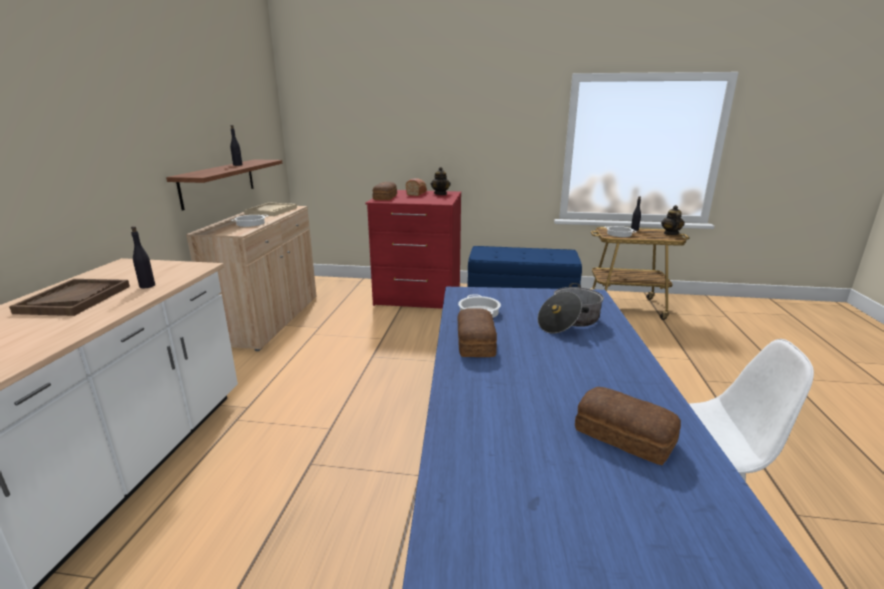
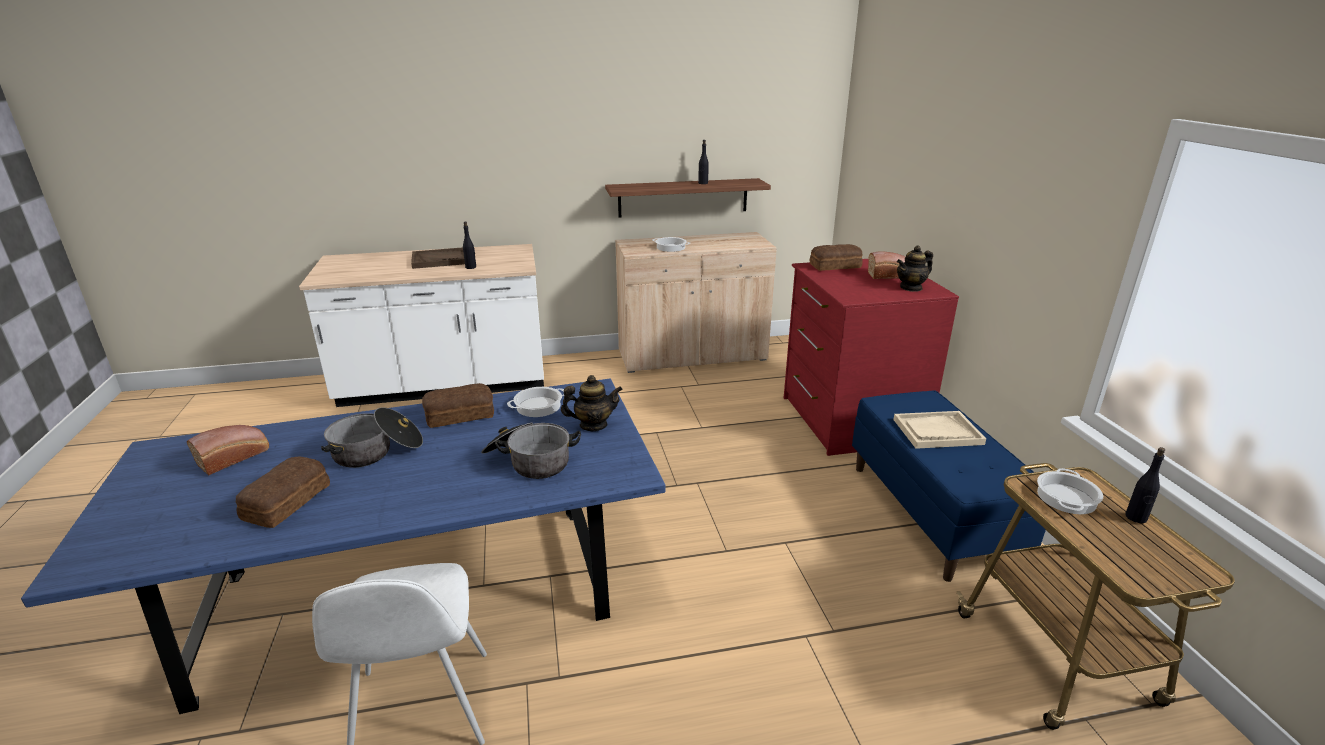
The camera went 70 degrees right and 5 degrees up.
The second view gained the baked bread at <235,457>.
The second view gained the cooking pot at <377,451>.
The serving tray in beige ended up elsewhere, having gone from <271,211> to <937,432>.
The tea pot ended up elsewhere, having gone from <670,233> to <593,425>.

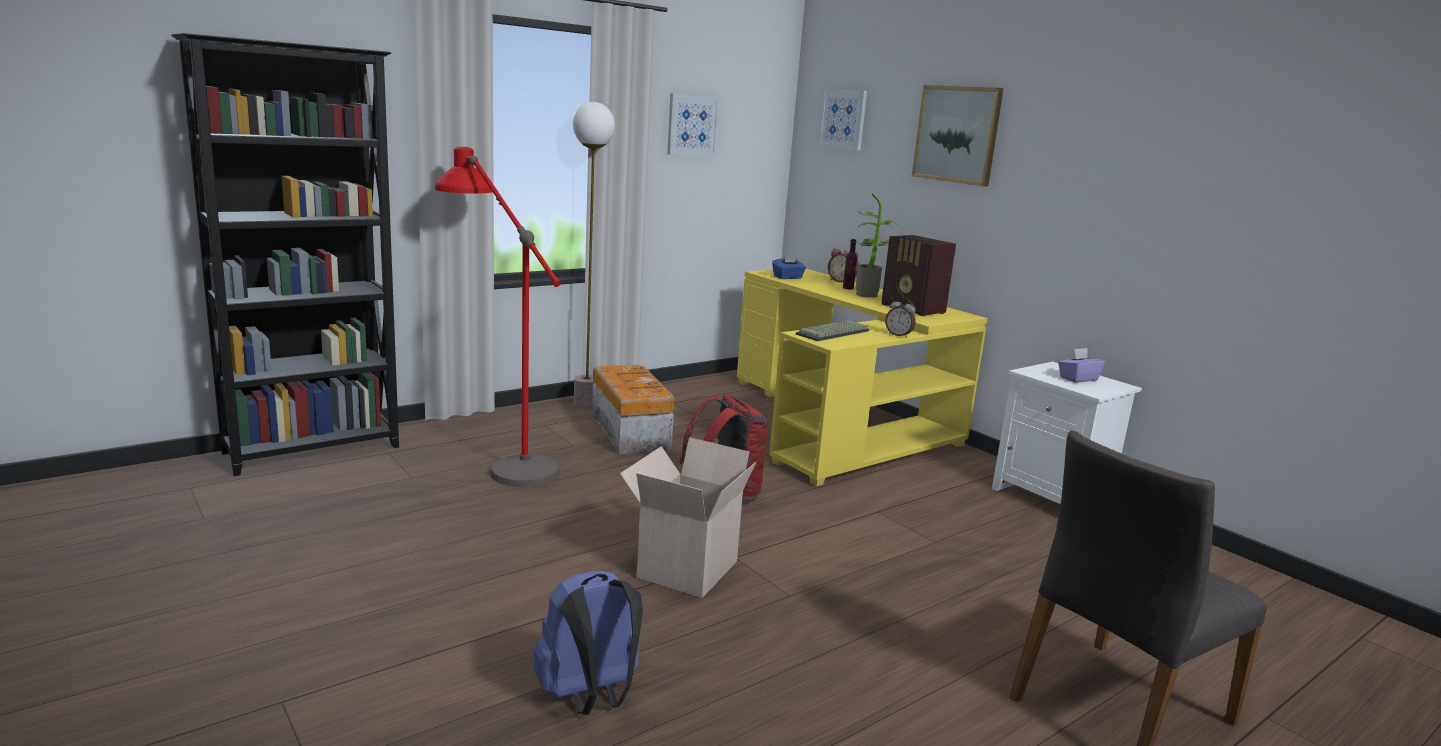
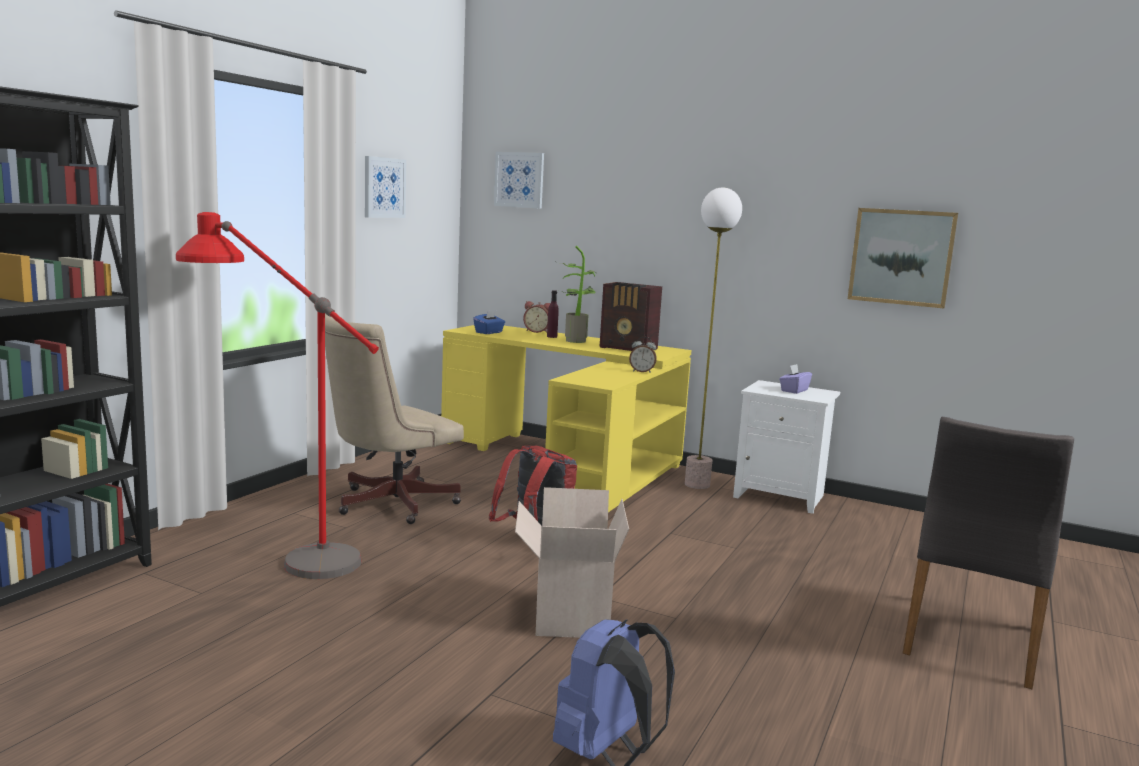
The camera went 25 degrees left and 5 degrees down.
The second view lost the keyboard at <833,333>.
The floor lamp ended up elsewhere, having gone from <586,404> to <697,484>.
The wall art ended up elsewhere, having gone from <957,134> to <901,257>.
Where the storage container stood at <630,432>, the office chair in beige came to stand at <388,504>.

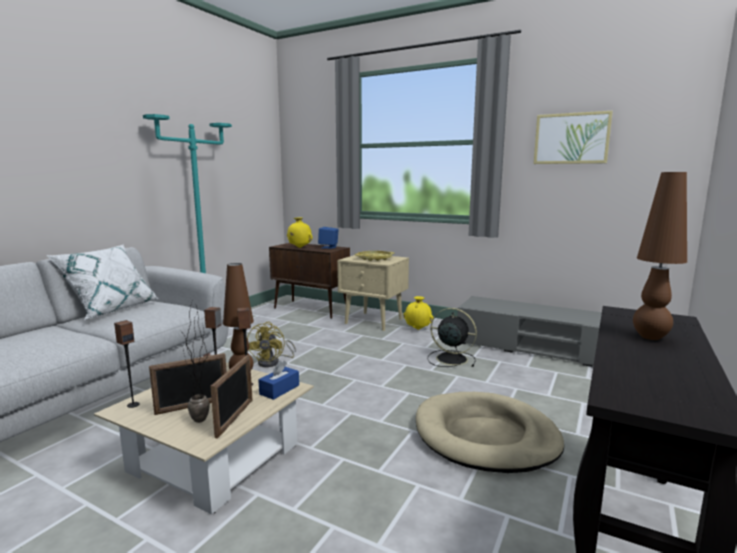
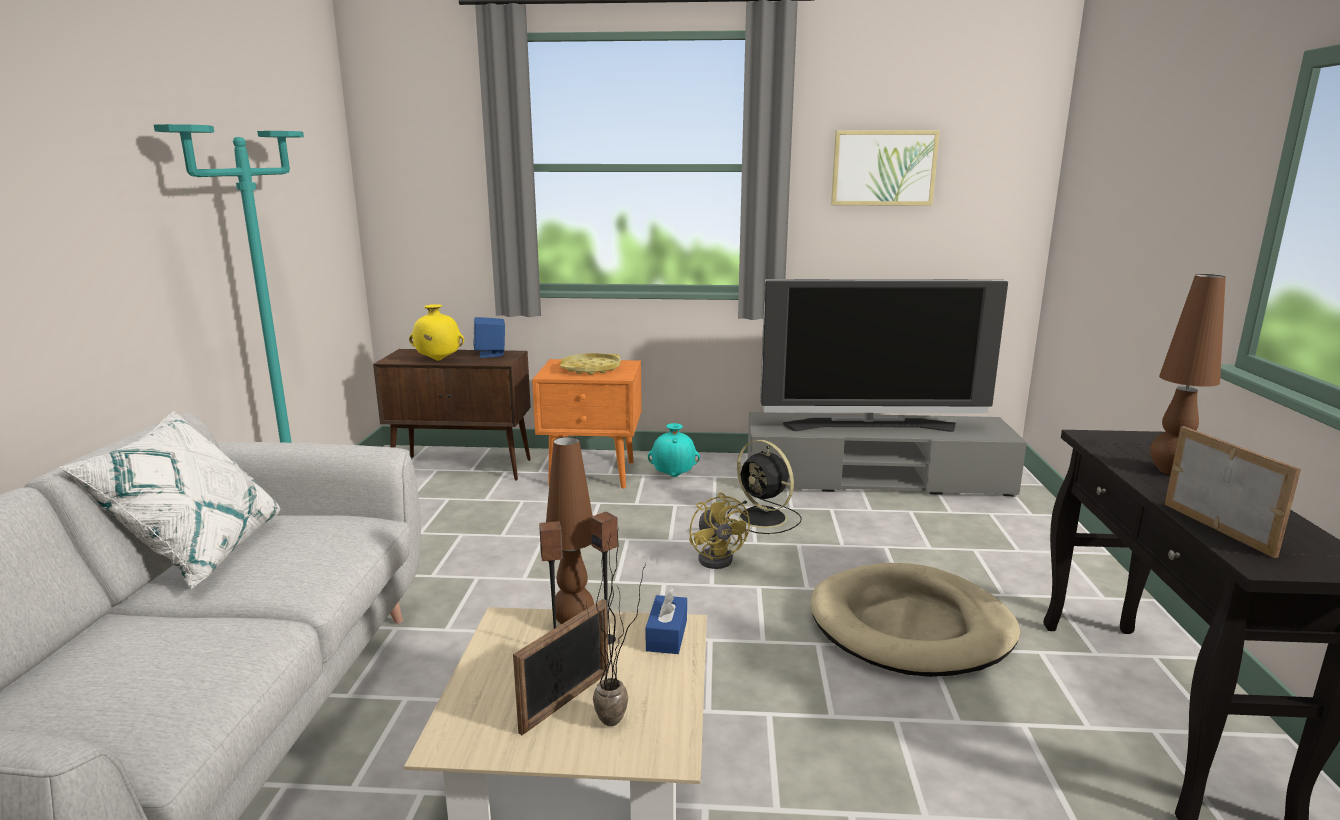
The camera went 25 degrees left and 5 degrees up.
The second view lost the speaker at <133,404>.
The second view gained the television at <870,426>.
The photo frame ended up elsewhere, having gone from <235,418> to <1218,529>.
The electric fan in yellow-coloured ended up elsewhere, having gone from <273,362> to <719,557>.
What was the bedside table in beige at <374,321> turned into the bedside table in orange-coloured at <593,474>.
What was the vase in yellow-coloured at <418,329> turned into the vase in turquoise-coloured at <674,476>.
The electric fan in blackish at <450,359> ended up facing another way, 135 degrees counterclockwise from before.

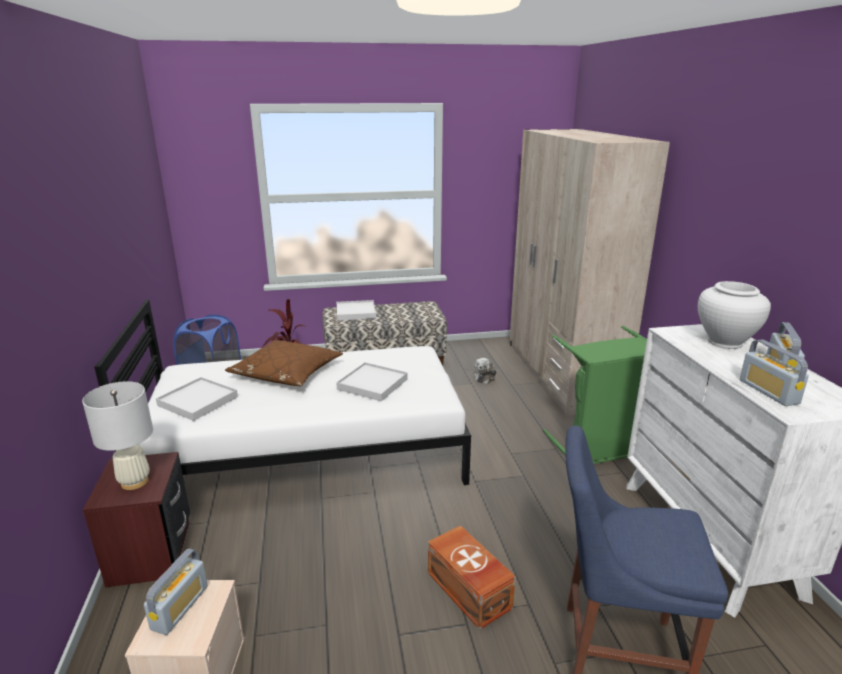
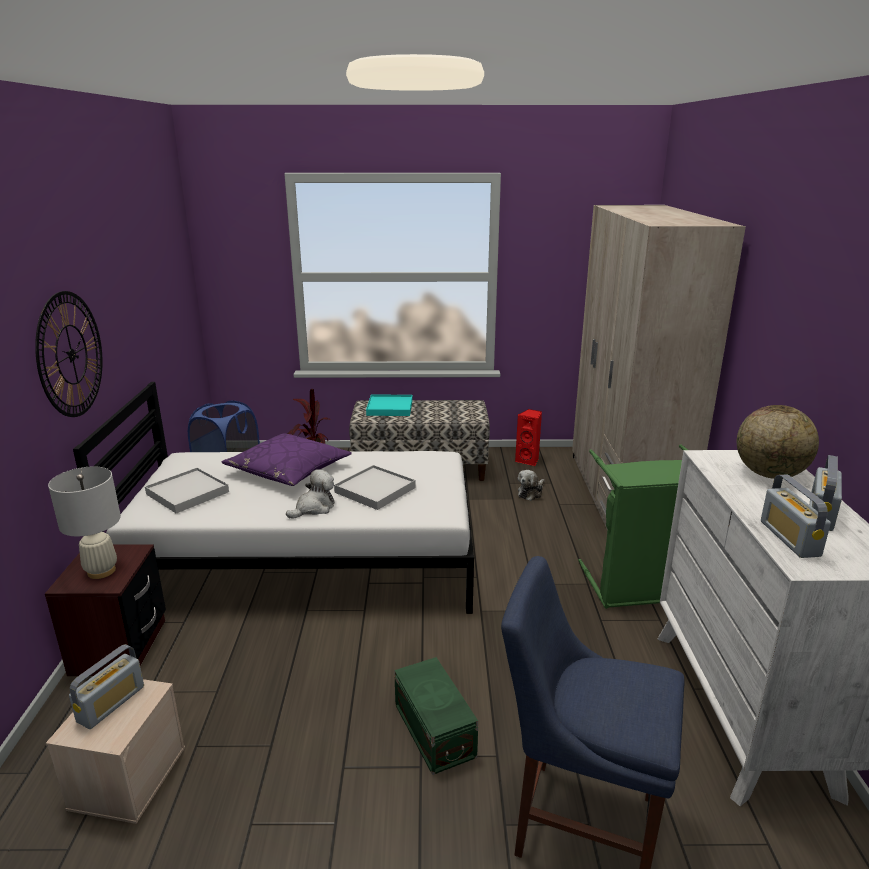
The camera went 10 degrees right and 0 degrees up.
The second view gained the hanging clock at <71,354>.
The second view gained the plush toy at <314,508>.
The second view gained the speaker in reddish at <528,460>.
Where the vase in white-coloured stood at <725,342>, the world globe came to stand at <769,474>.
What was the pillow in brown-coloured at <287,373> turned into the pillow in purple at <288,470>.
What was the serving tray in white-coloured at <356,312> turned into the serving tray in turquoise-coloured at <390,408>.
What was the storage container in brown-coloured at <468,591> turned into the storage container in greenish at <433,731>.

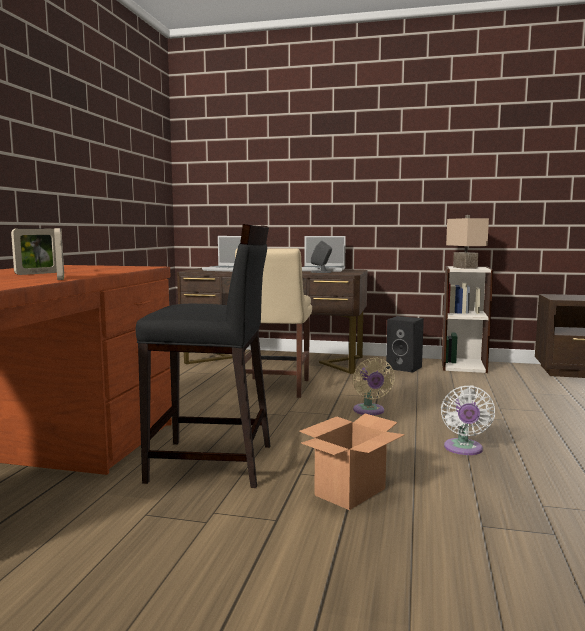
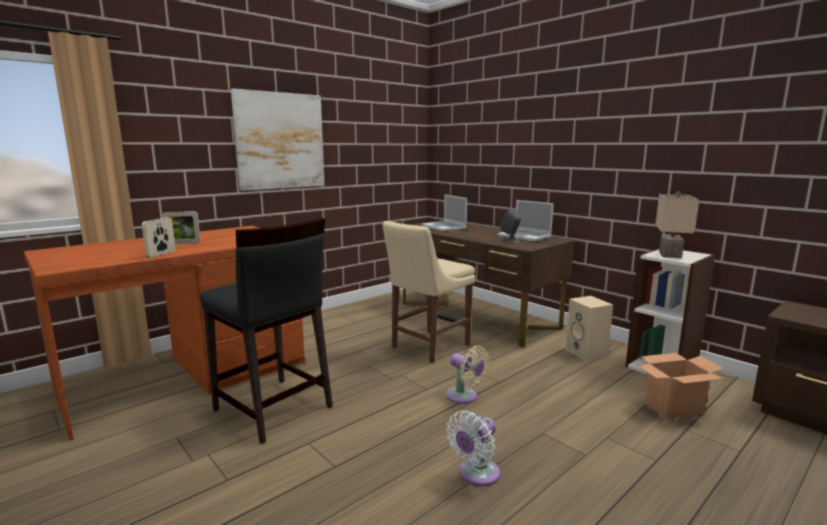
The camera went 35 degrees right and 5 degrees up.
The second view gained the wall art at <280,141>.
The cardboard box ended up elsewhere, having gone from <350,492> to <673,408>.
What was the speaker in blackish at <405,367> turned into the speaker in beige at <587,353>.
The electric fan in beige at <369,411> ended up facing another way, 75 degrees counterclockwise from before.

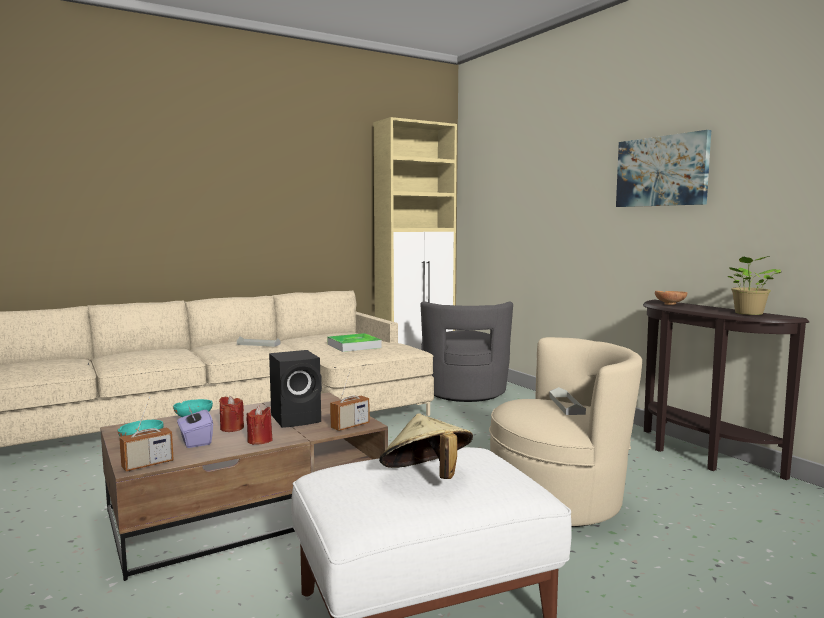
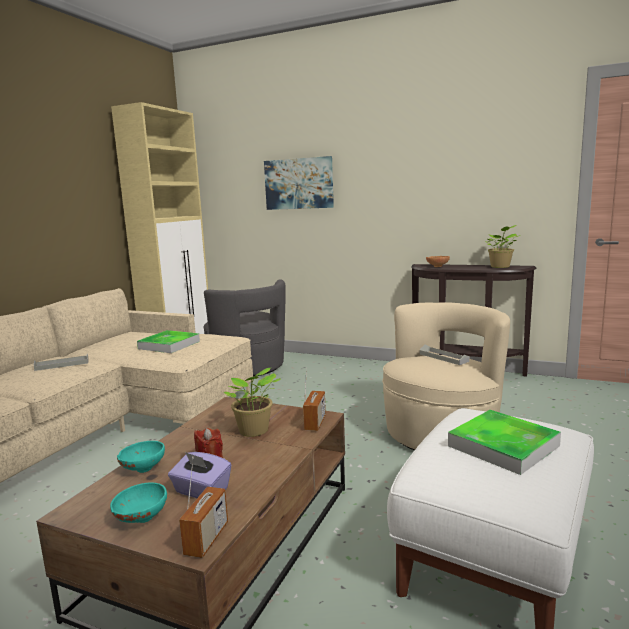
The camera went 35 degrees left and 5 degrees up.
The second view lost the wax candle in reddish at <260,440>.
The wall art ended up elsewhere, having gone from <662,171> to <299,183>.
Where the speaker in blackish stood at <298,419>, the potted plant came to stand at <254,431>.
Where the wearable hat in beige stood at <426,478>, the serving tray came to stand at <503,446>.

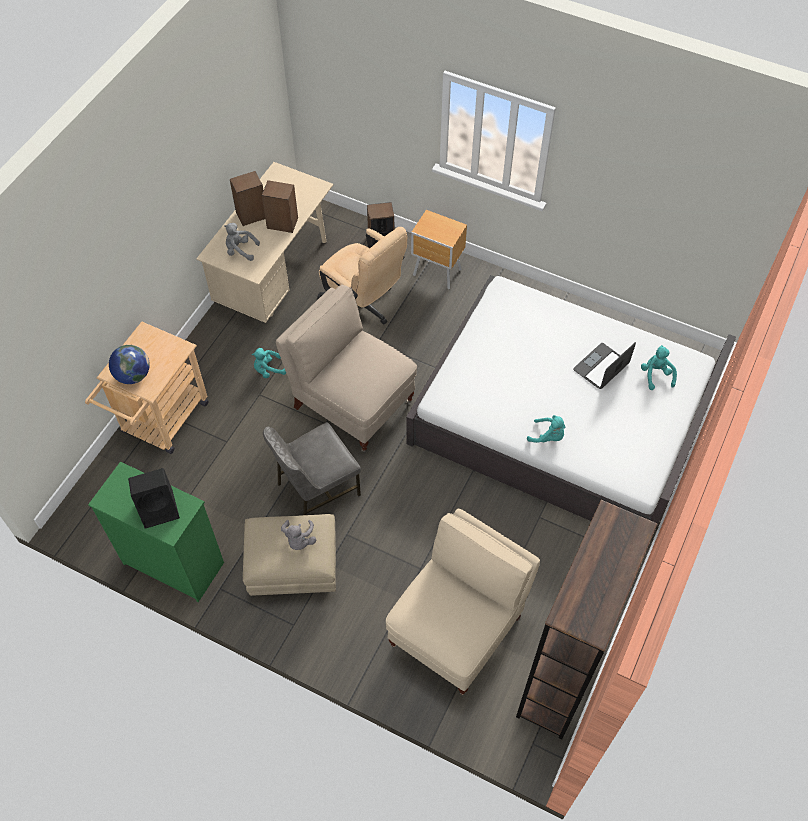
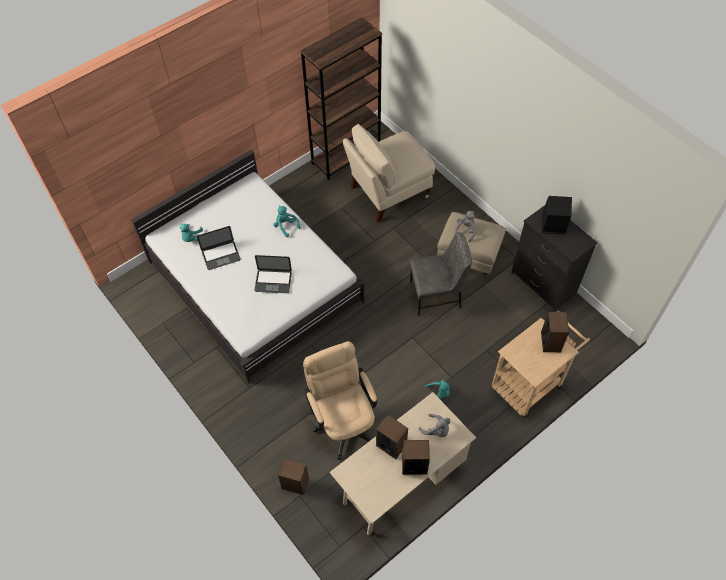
The camera went 155 degrees left and 0 degrees up.
The second view lost the chair in beige at <352,403>.
The second view lost the bedside table in brown-coloured at <438,273>.
The second view gained the laptop at <273,281>.
Where the world globe stood at <133,375>, the speaker came to stand at <551,342>.
What was the chest of drawers in greenish at <173,562> turned into the chest of drawers in blackish at <543,284>.

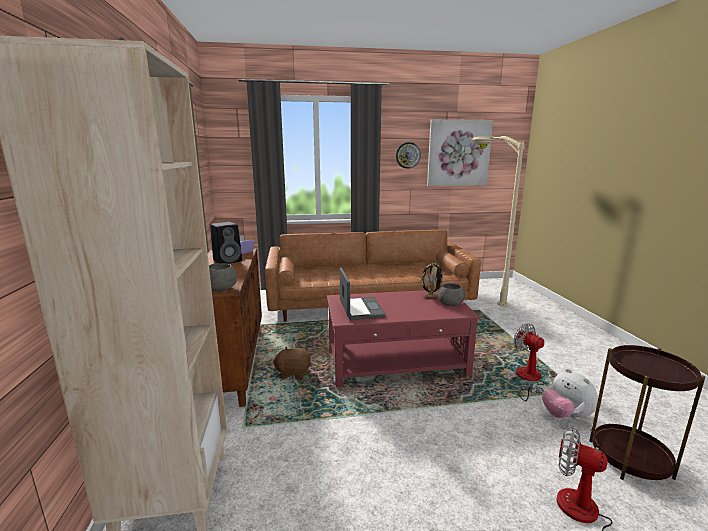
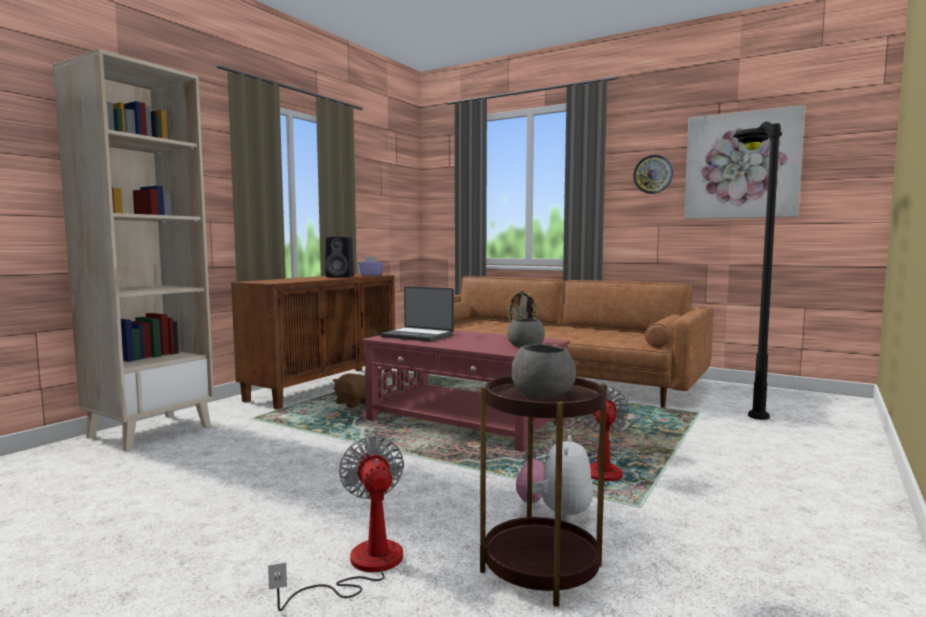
The camera went 40 degrees right and 10 degrees down.
The serving bowl in grey ended up elsewhere, having gone from <220,288> to <541,394>.
What was the floor lamp in beige at <478,294> turned into the floor lamp in blackish at <744,400>.
The laptop at <360,309> ended up facing another way, 90 degrees clockwise from before.

